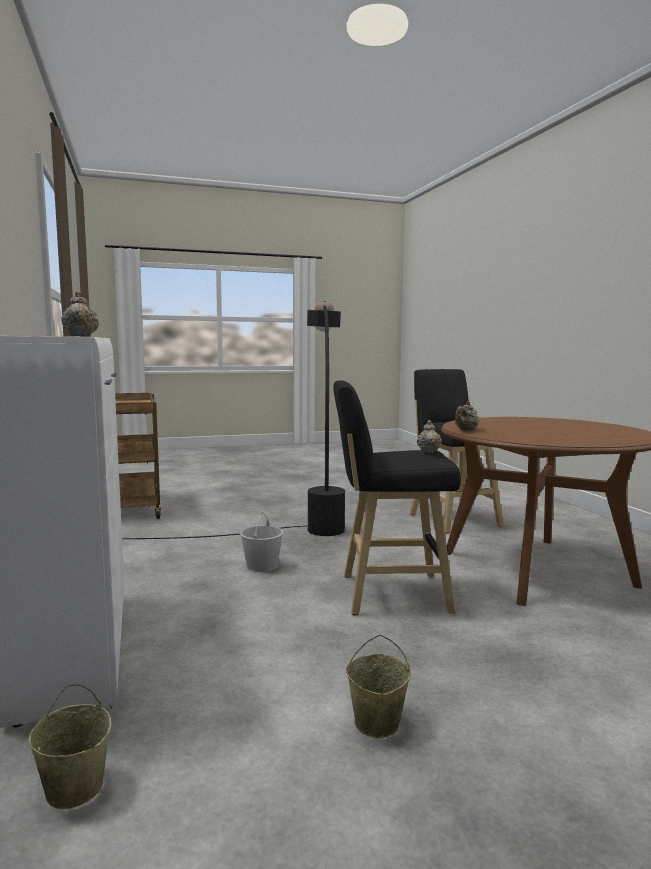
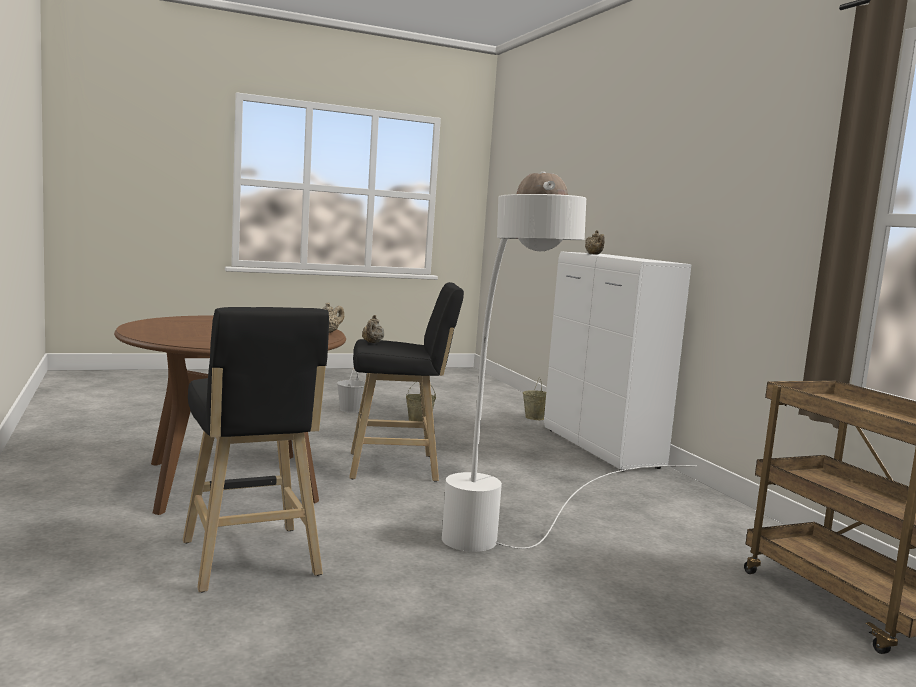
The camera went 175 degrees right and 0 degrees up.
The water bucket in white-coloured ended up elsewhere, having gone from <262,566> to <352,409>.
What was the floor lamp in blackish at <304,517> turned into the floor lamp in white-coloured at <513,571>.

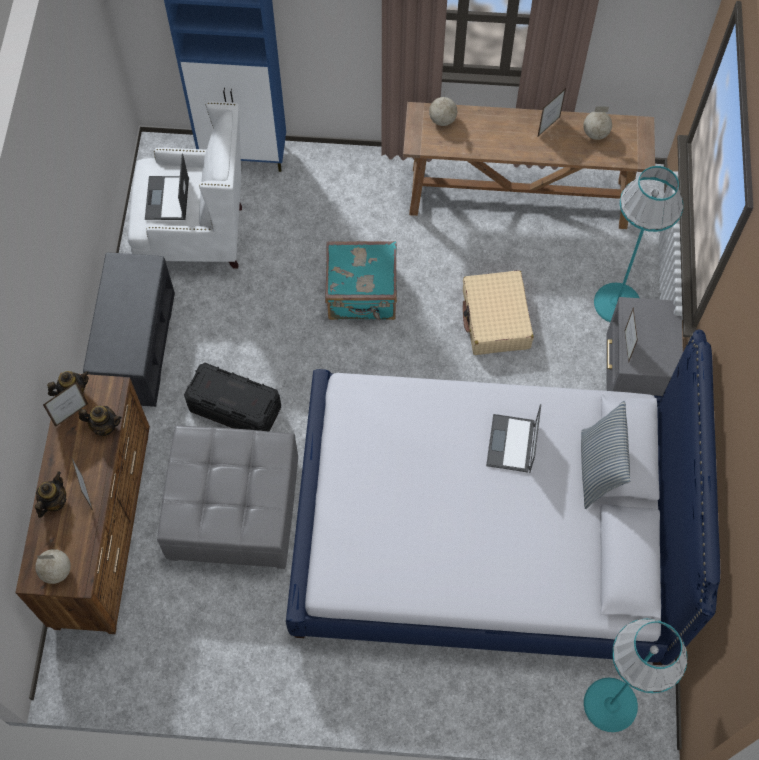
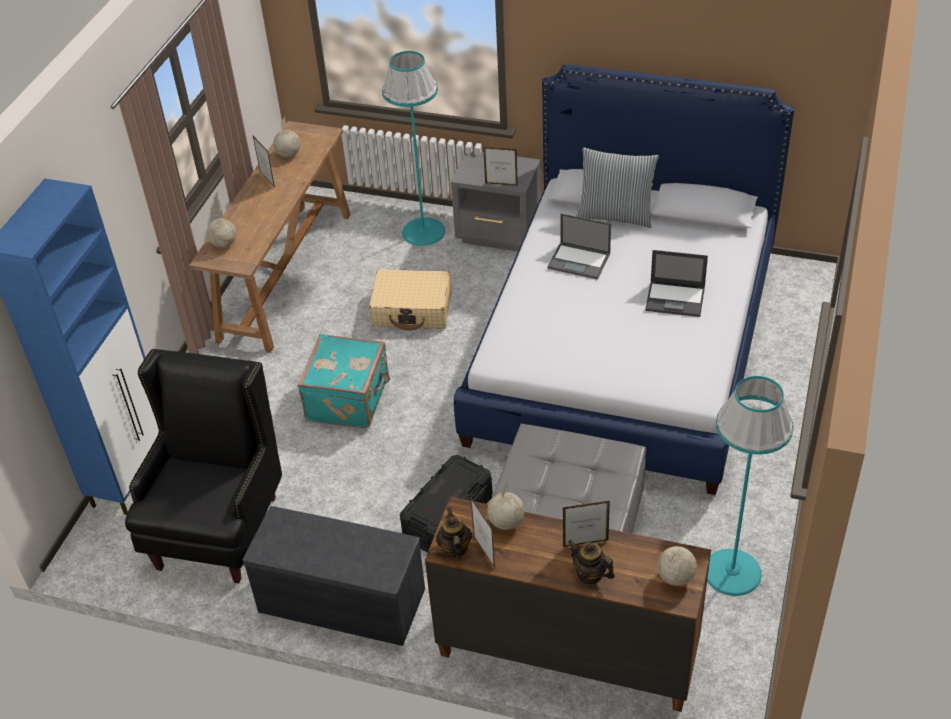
The camera went 75 degrees left and 20 degrees down.
The laptop ended up elsewhere, having gone from <167,199> to <676,299>.
The floor lamp in turquoise-coloured ended up elsewhere, having gone from <610,704> to <732,572>.
Where the tea pot stood at <104,426>, the world globe came to stand at <506,522>.
What was the armchair in white-coloured at <196,236> turned into the armchair in blackish at <218,530>.

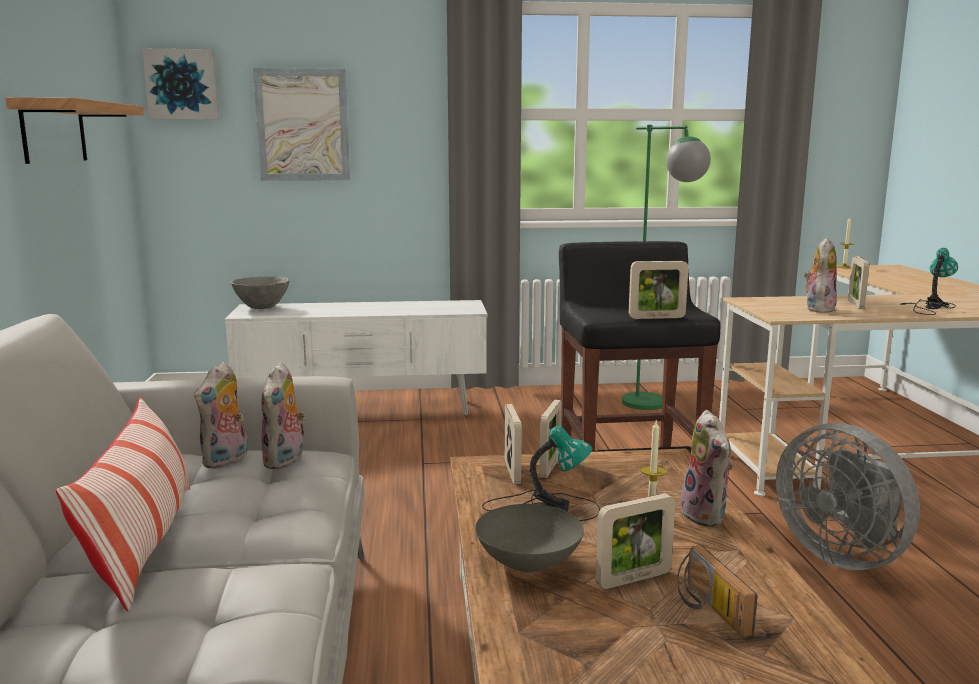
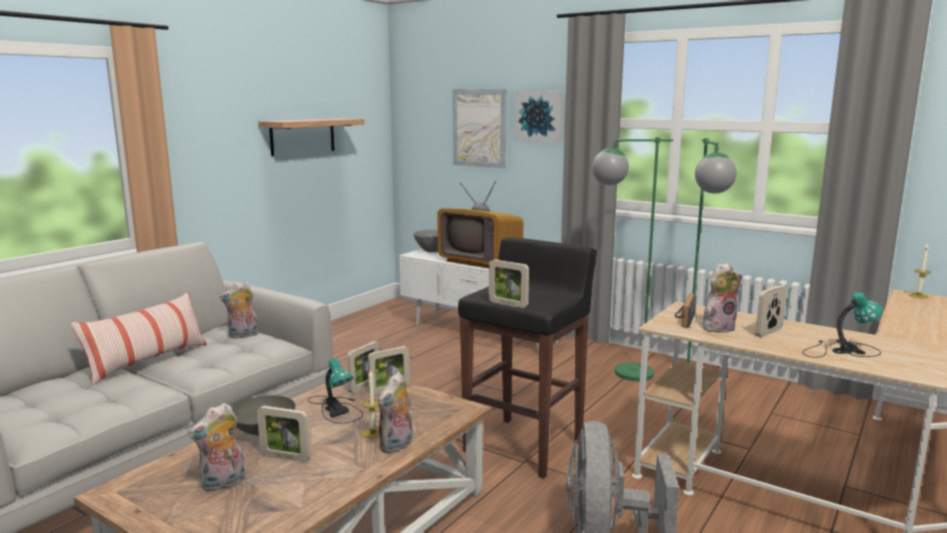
The camera went 40 degrees right and 0 degrees up.
The second view gained the television at <480,261>.
The second view gained the floor lamp in greenish at <620,373>.
The wall art ended up elsewhere, having gone from <182,84> to <540,116>.
The plush toy ended up elsewhere, having gone from <285,461> to <223,484>.
The radio set ended up elsewhere, having gone from <708,608> to <683,319>.

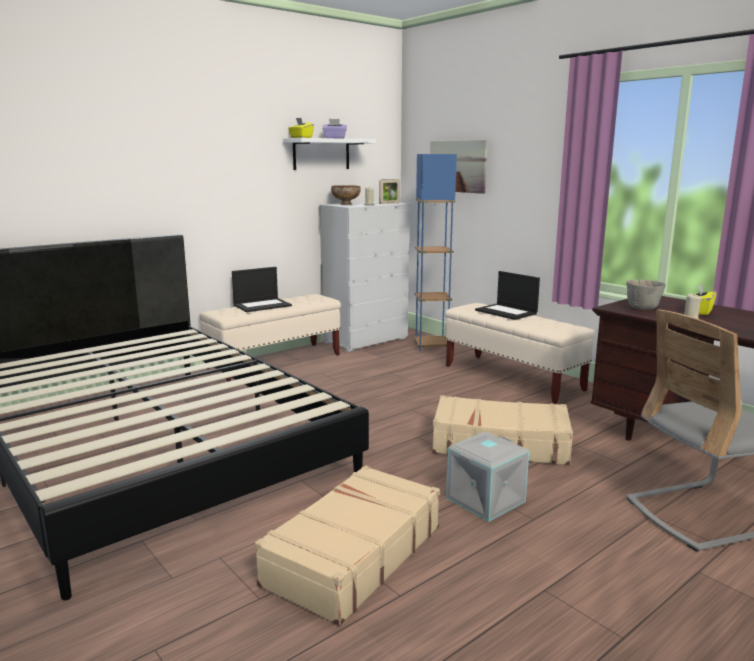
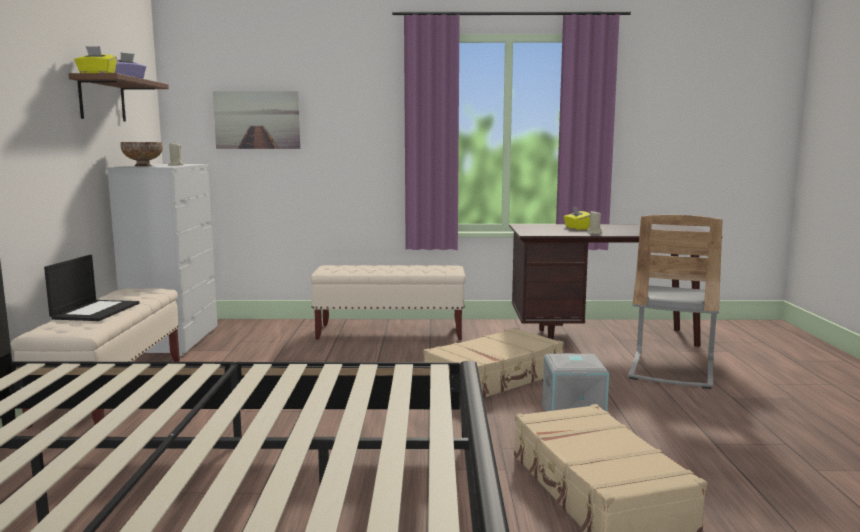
The camera went 50 degrees left and 5 degrees down.
The second view lost the photo frame at <389,203>.
The second view lost the floor lamp in bluish at <431,346>.
The second view lost the laptop at <507,312>.
The second view lost the serving bowl in grey at <642,308>.
What was the bracket shelf in white-coloured at <321,154> turned into the bracket shelf in brown-coloured at <102,99>.

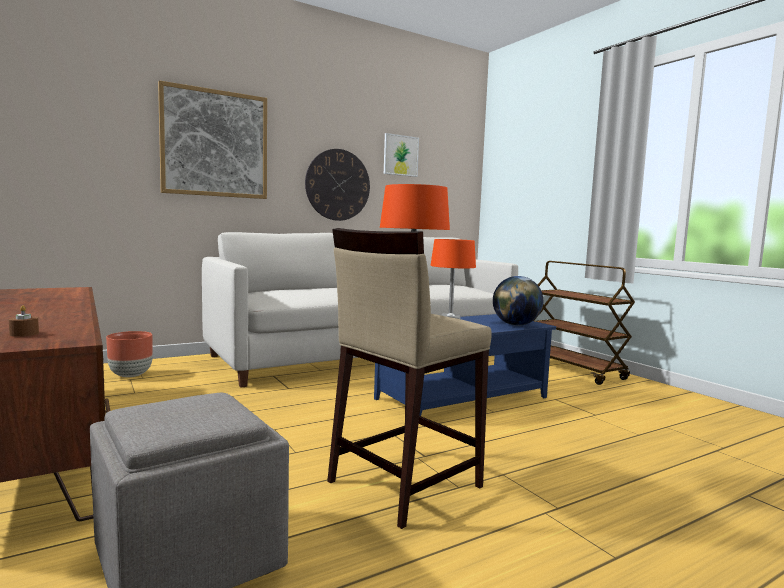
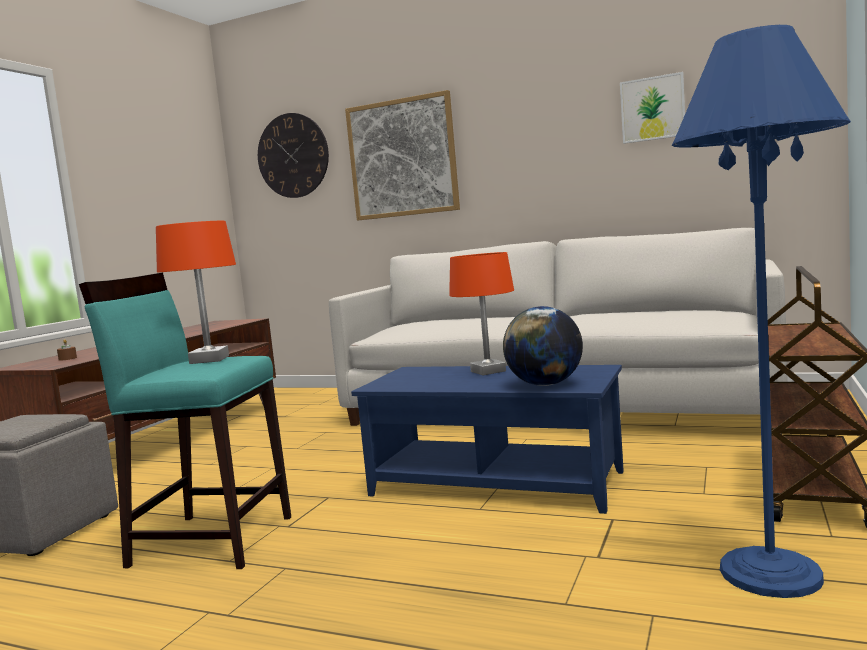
The camera went 55 degrees right and 0 degrees up.
The second view lost the flower pot in brown-coloured at <131,375>.
The second view gained the floor lamp in bluish at <769,573>.
The hanging clock ended up elsewhere, having gone from <338,185> to <293,155>.
What was the stool in beige at <402,483> turned into the stool in turquoise-coloured at <211,540>.

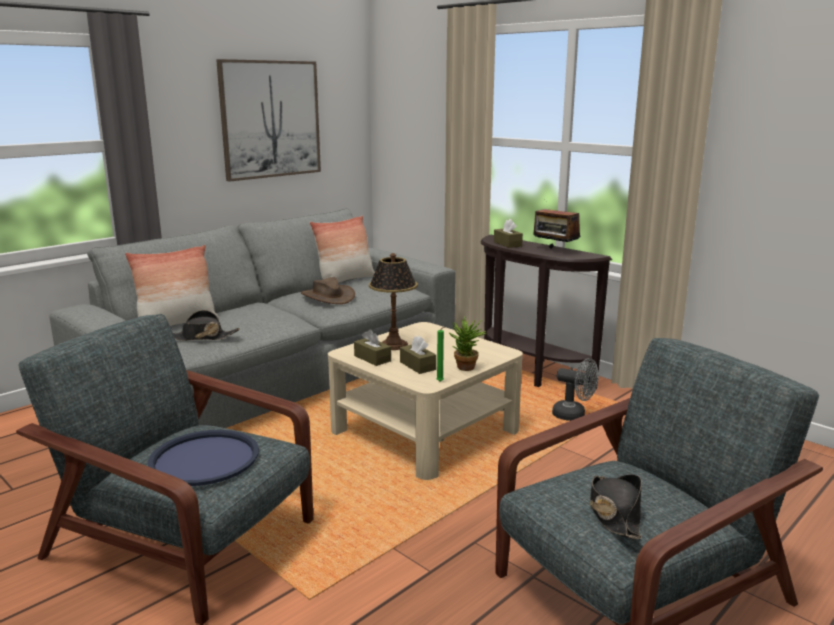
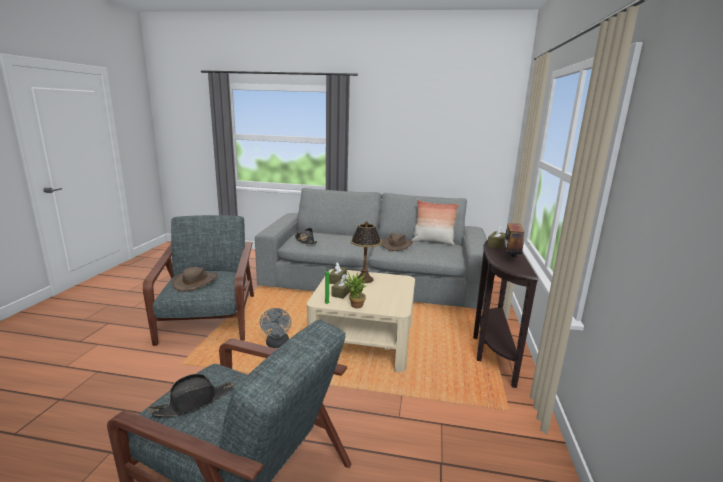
The camera went 55 degrees right and 0 degrees up.
The second view lost the pillow at <177,324>.
The second view lost the wall art at <270,119>.
The electric fan in grey ended up elsewhere, having gone from <574,415> to <277,345>.
Where the serving tray in bluish stood at <204,459>, the wearable hat in brown-coloured came to stand at <196,281>.

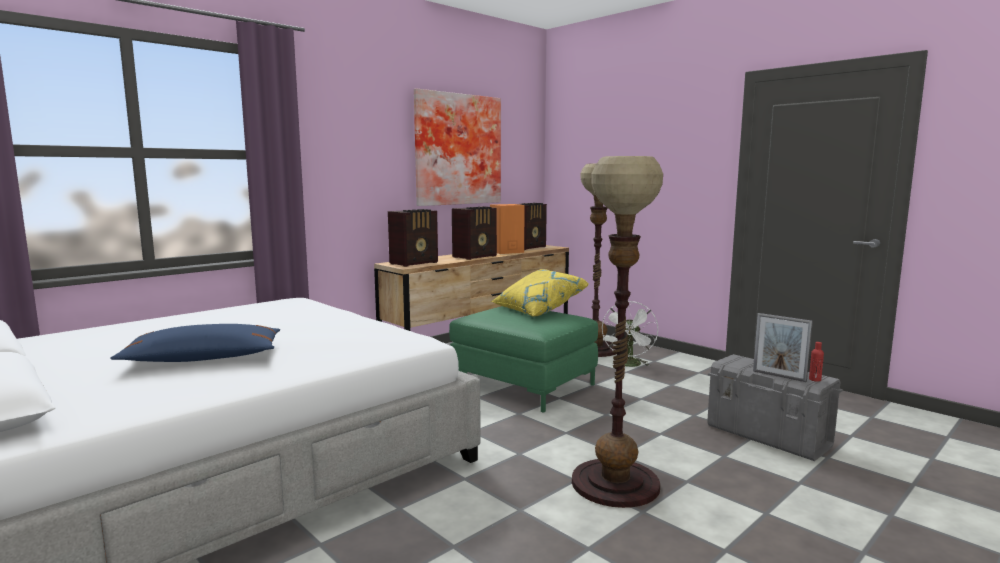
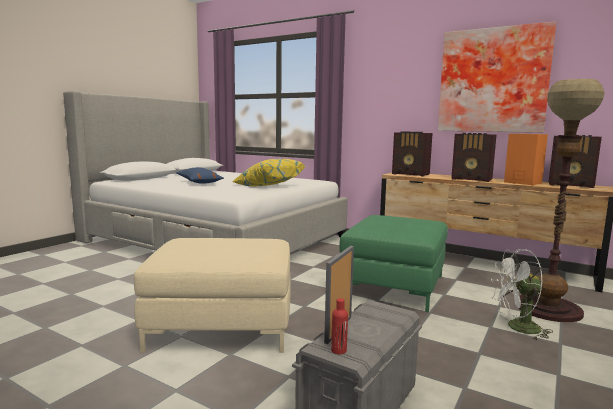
The camera went 75 degrees right and 0 degrees up.
The pillow in yellow-coloured ended up elsewhere, having gone from <537,310> to <268,186>.
Where the floor lamp stood at <615,483>, the pouffe in beige came to stand at <222,326>.

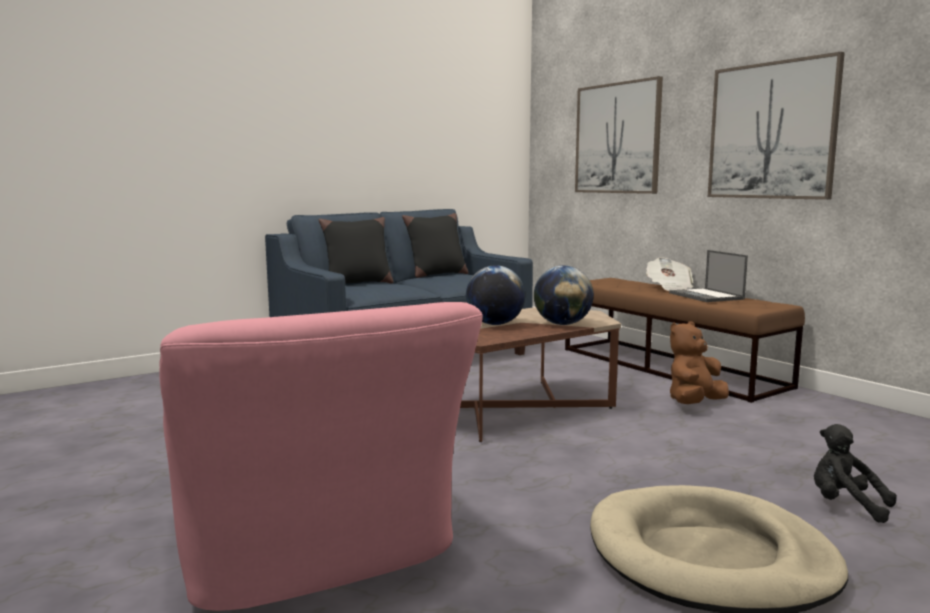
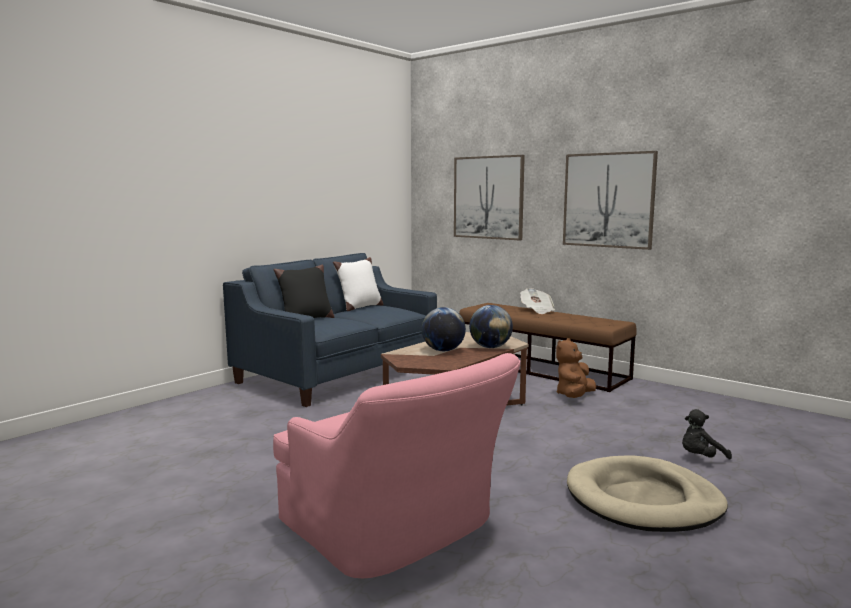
The camera went 15 degrees left and 0 degrees up.
The second view lost the laptop at <707,296>.
What was the pillow in blackish at <436,275> turned into the pillow in white-coloured at <359,307>.
The plush toy in blackish at <846,505> ended up facing another way, 45 degrees counterclockwise from before.

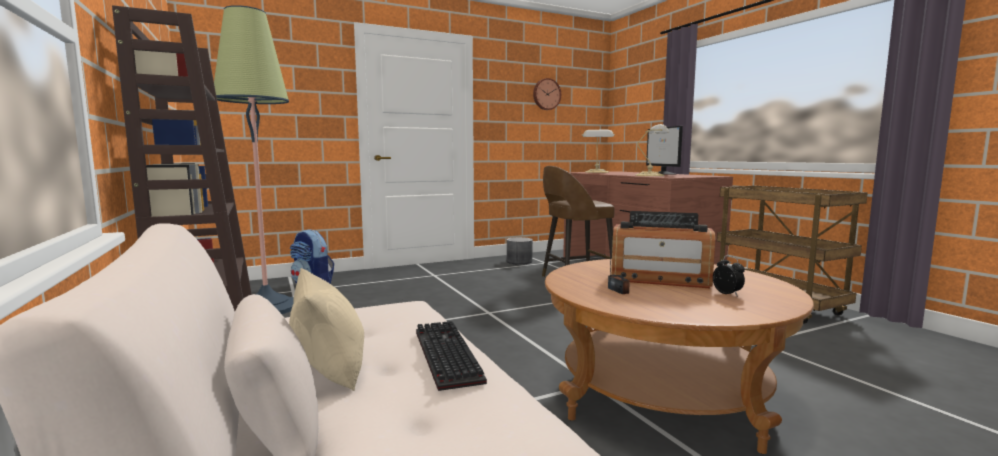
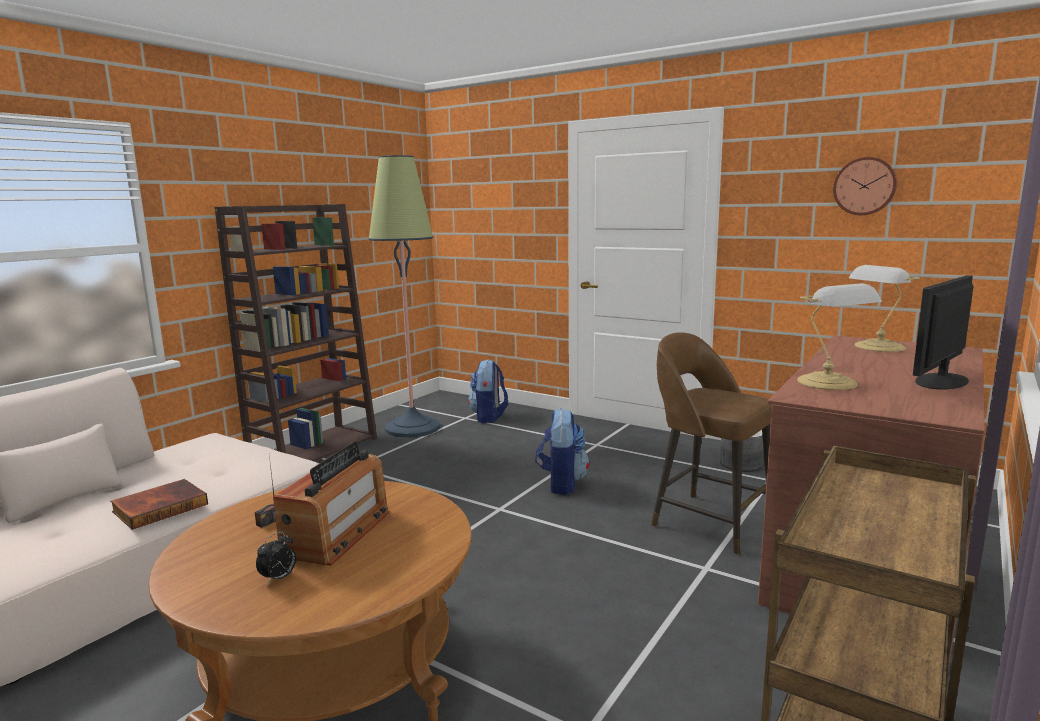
The camera went 60 degrees right and 5 degrees up.
The second view lost the pillow in beige at <330,370>.
The second view gained the rucksack at <561,483>.
Where the keyboard stood at <443,355>, the book came to stand at <160,507>.
The radio set at <660,279> ended up facing another way, 150 degrees counterclockwise from before.

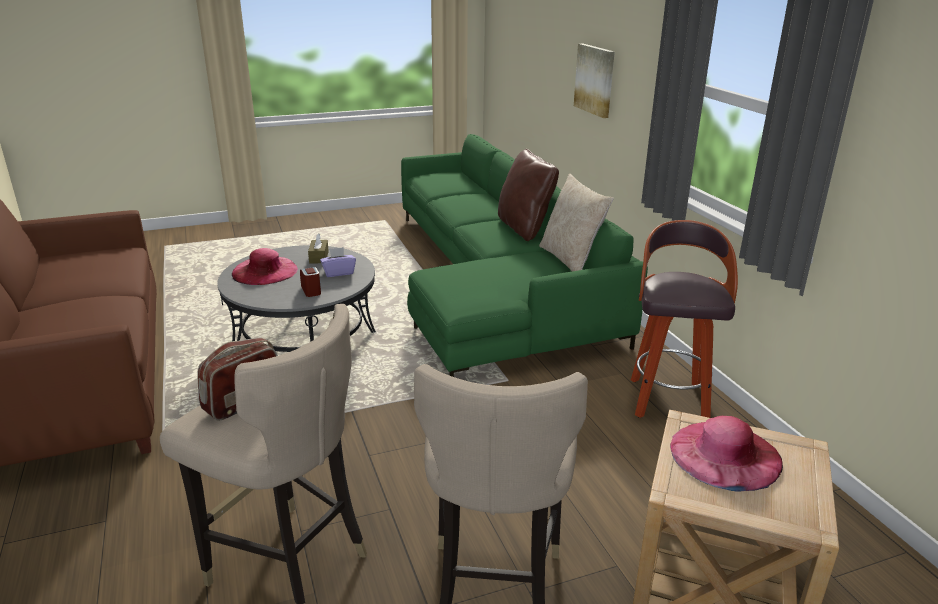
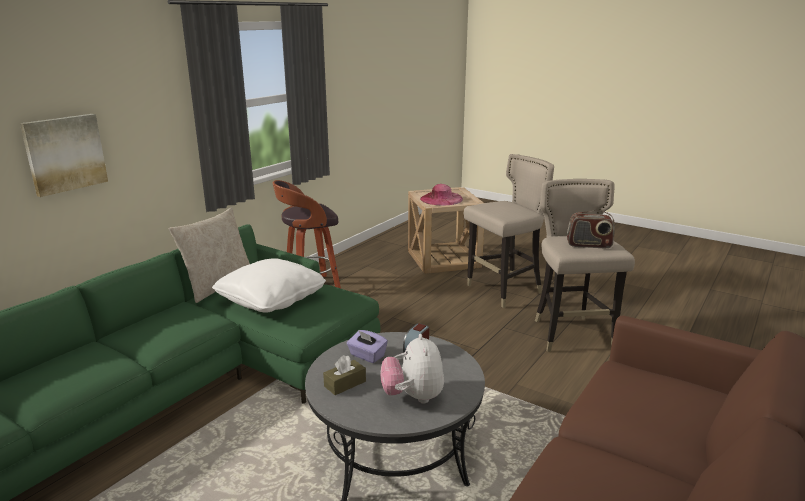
The camera went 125 degrees left and 5 degrees down.
The second view lost the pillow in brown-coloured at <524,228>.
The second view gained the pillow in white-coloured at <271,299>.
Where the wearable hat in pinkish stood at <264,271>, the plush toy came to stand at <413,397>.

